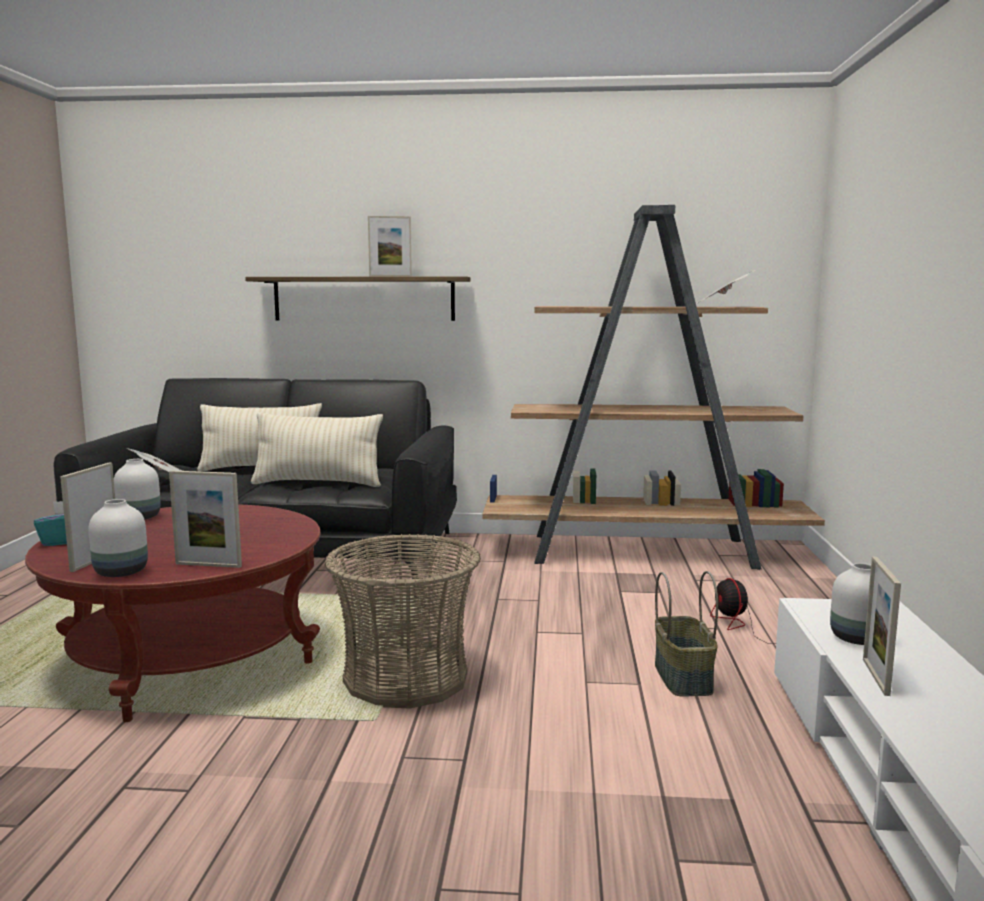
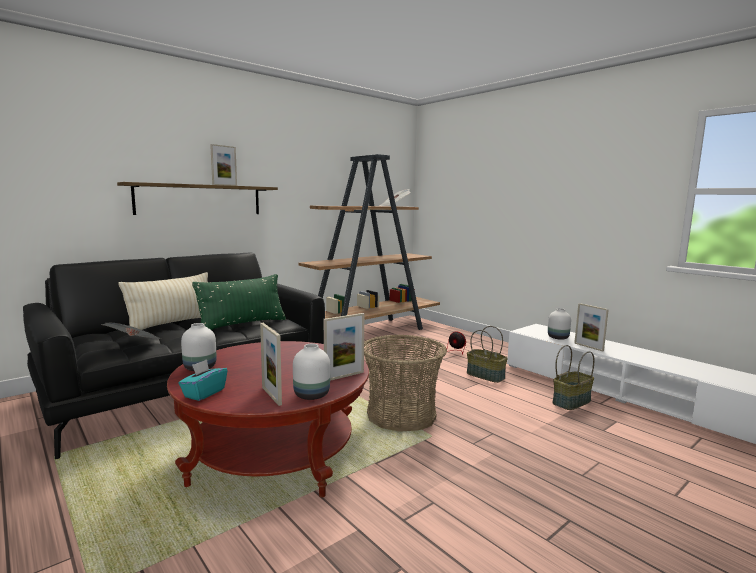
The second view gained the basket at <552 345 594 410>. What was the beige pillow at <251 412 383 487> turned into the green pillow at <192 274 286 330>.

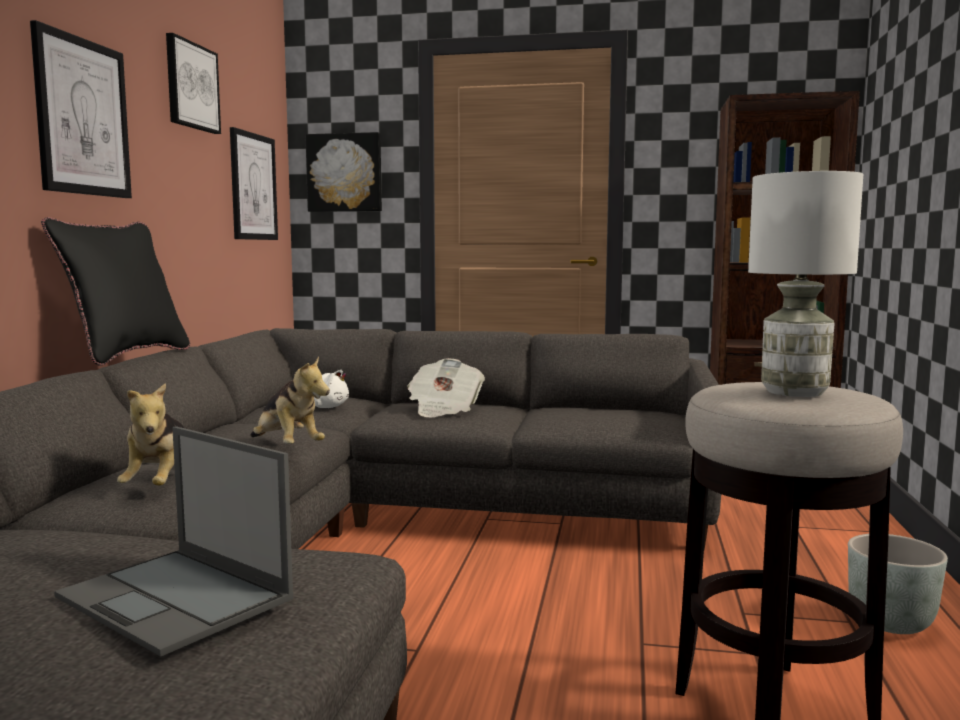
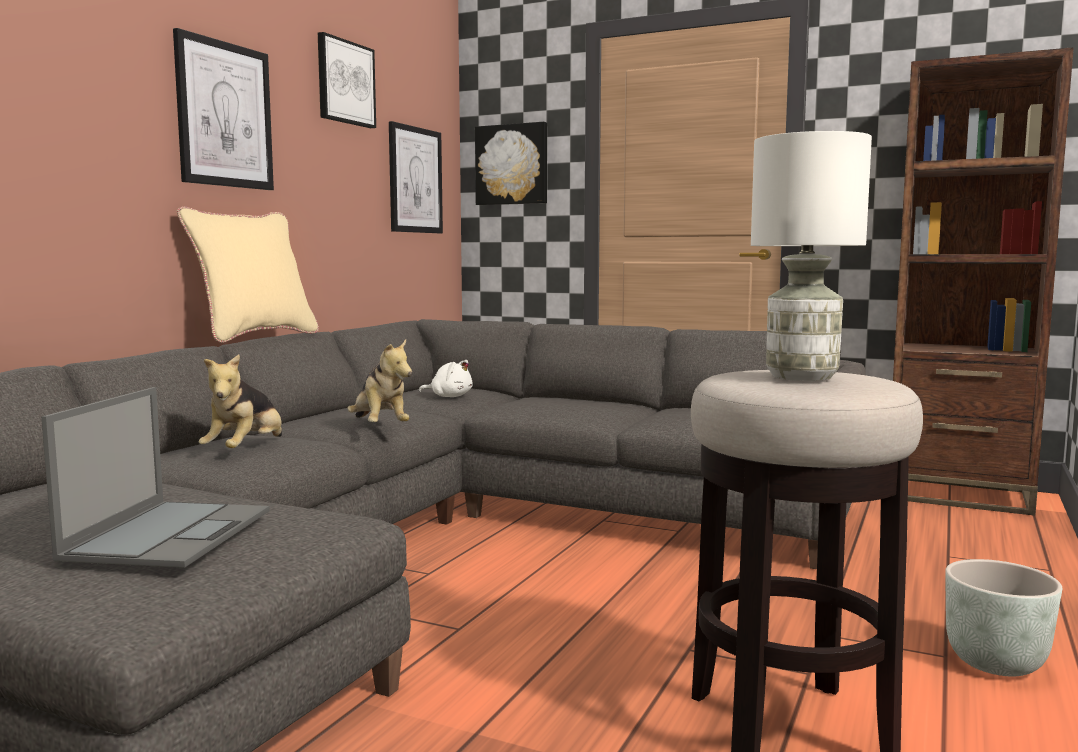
The second view lost the newspaper at <407 358 485 417>. What was the black pillow at <41 217 190 366> turned into the beige pillow at <177 206 319 343>. The laptop at <54 426 293 657> ended up facing another way, 135 degrees counterclockwise from before.

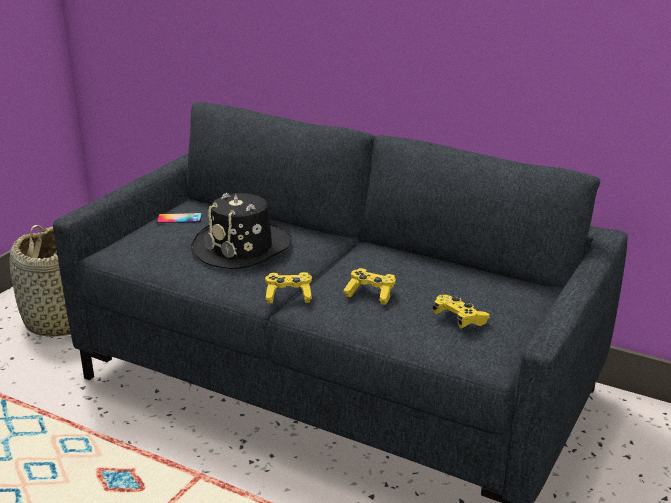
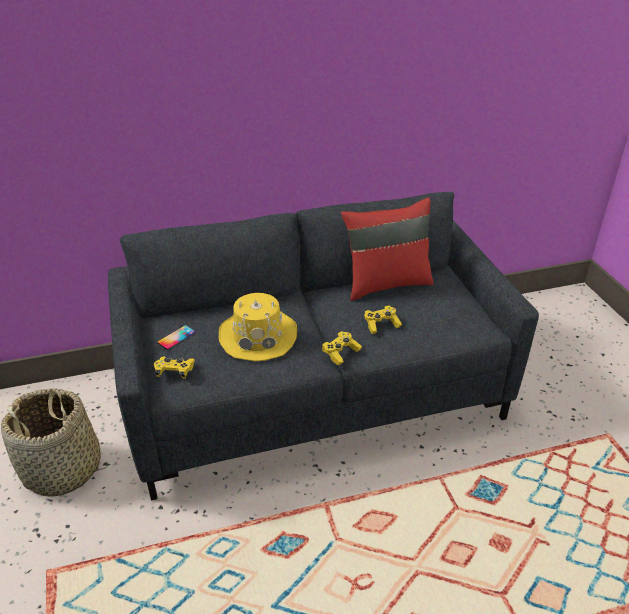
The second view gained the red pillow at <341 197 433 301>. The yellow game controller ended up elsewhere, having gone from <433 295 490 329> to <154 357 195 379>. What was the black hat at <191 193 291 269> turned into the yellow hat at <218 293 297 361>.

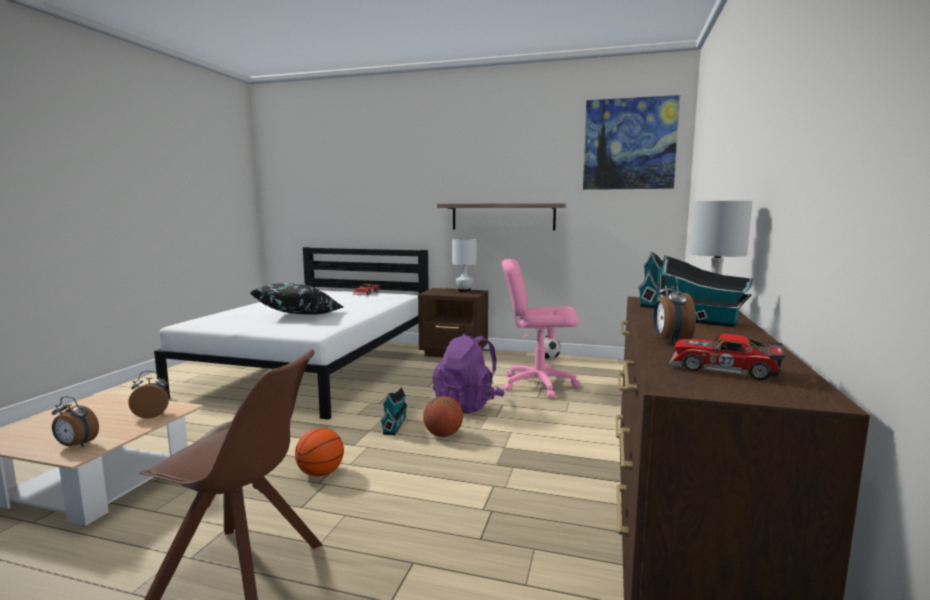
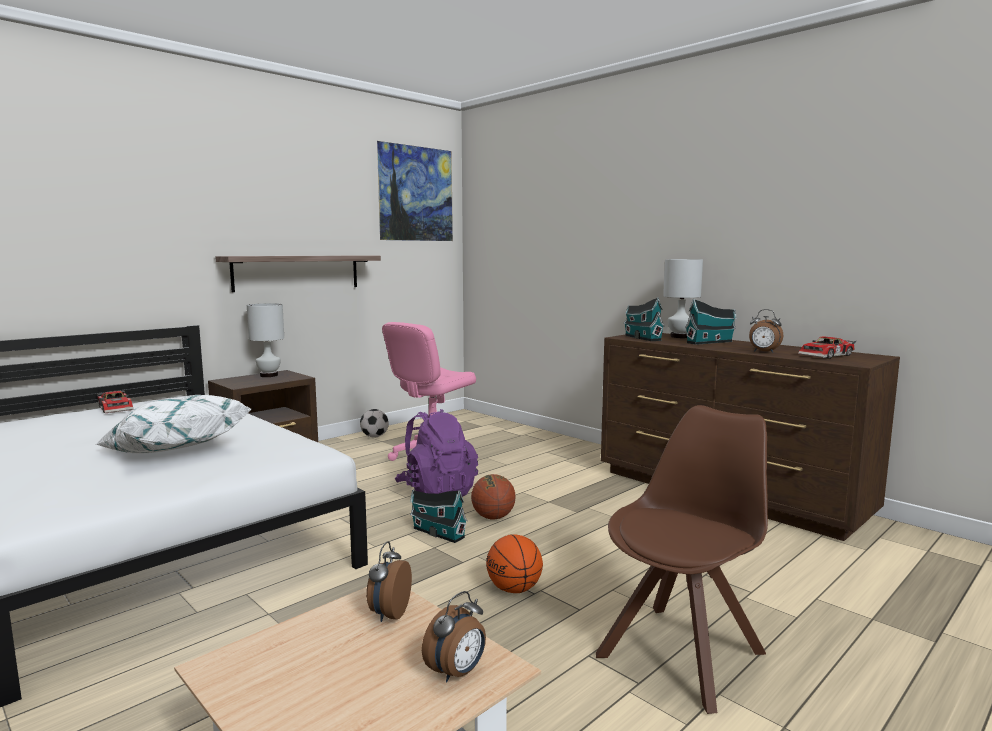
What was the black pillow at <250 283 343 315> turned into the white pillow at <95 395 252 453>.

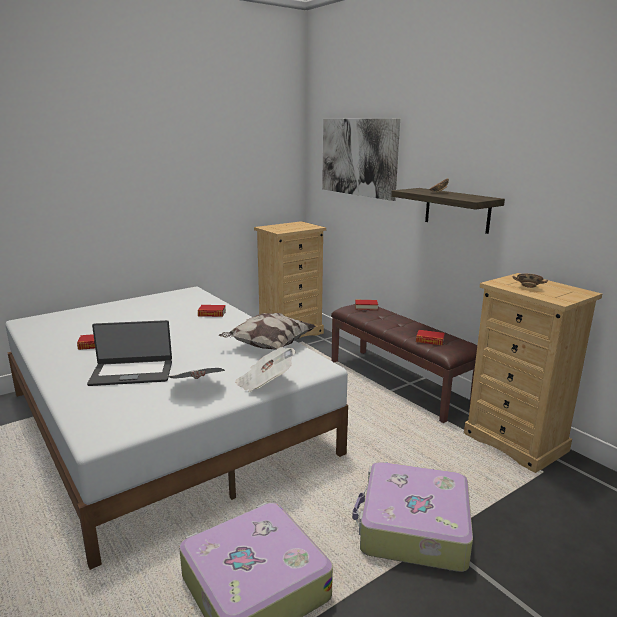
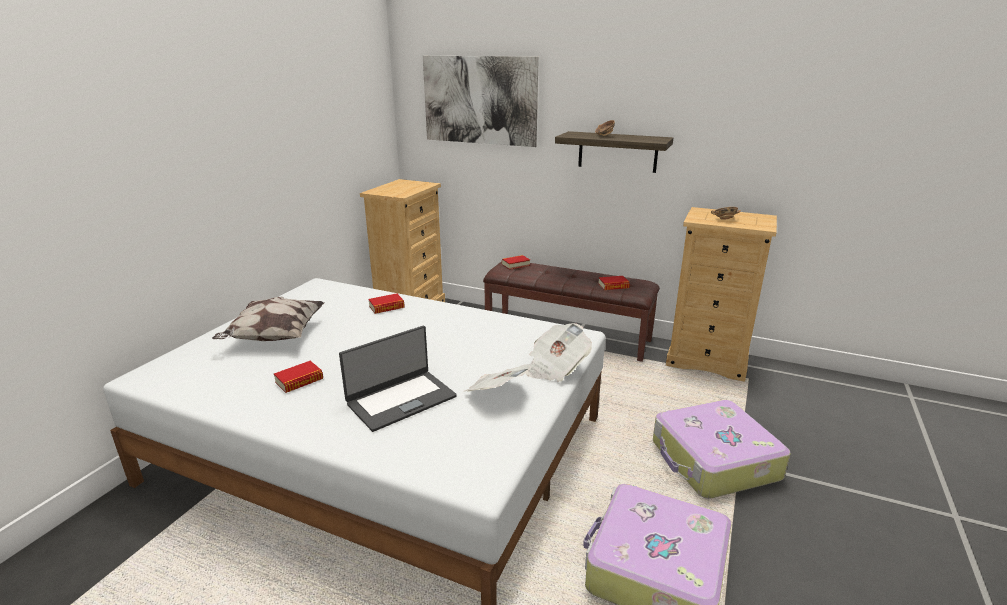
The pillow ended up elsewhere, having gone from <219 313 316 350> to <212 297 325 341>.

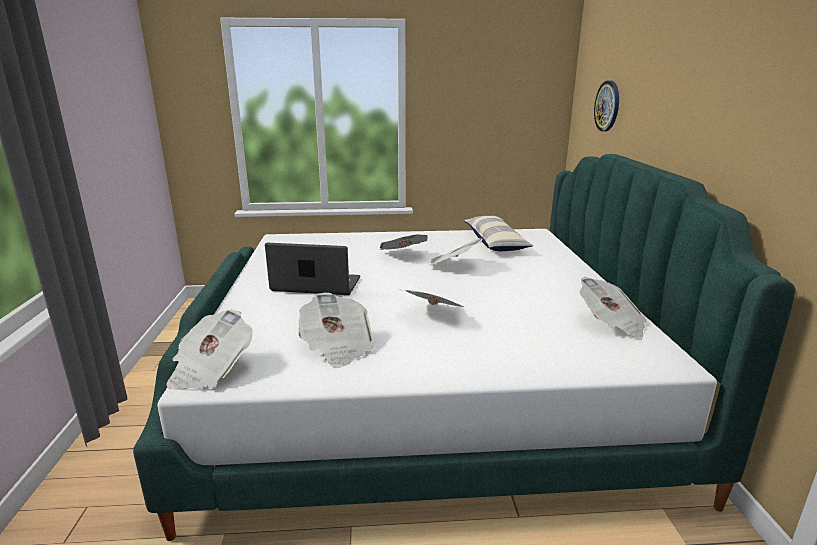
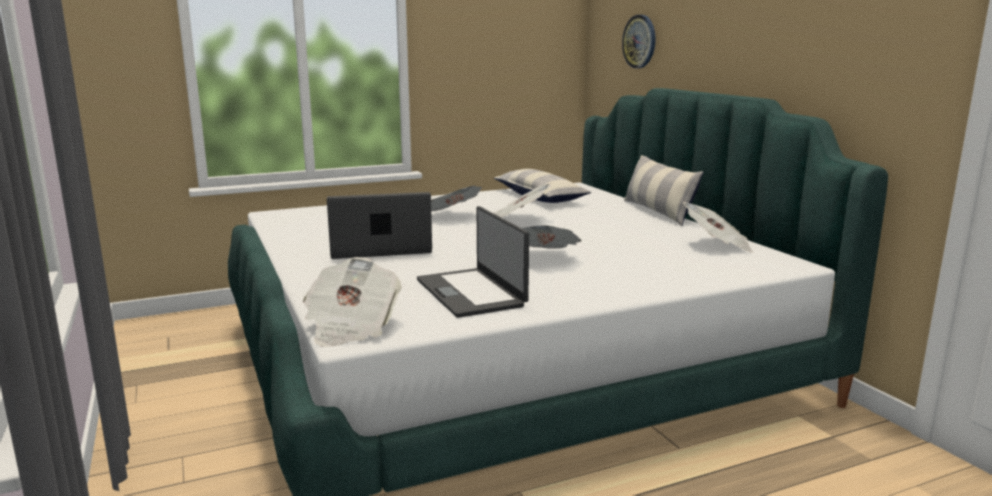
The second view gained the pillow at <624 155 704 226>. Where the newspaper stood at <298 293 374 368>, the laptop came to stand at <417 206 529 318>.

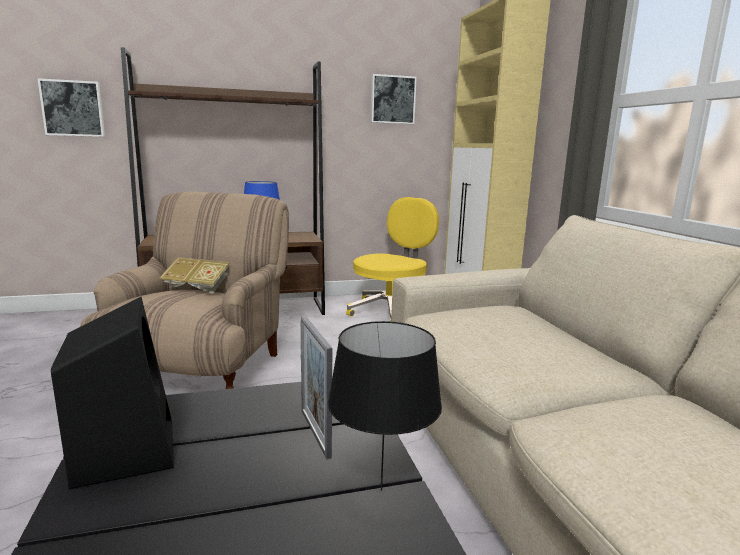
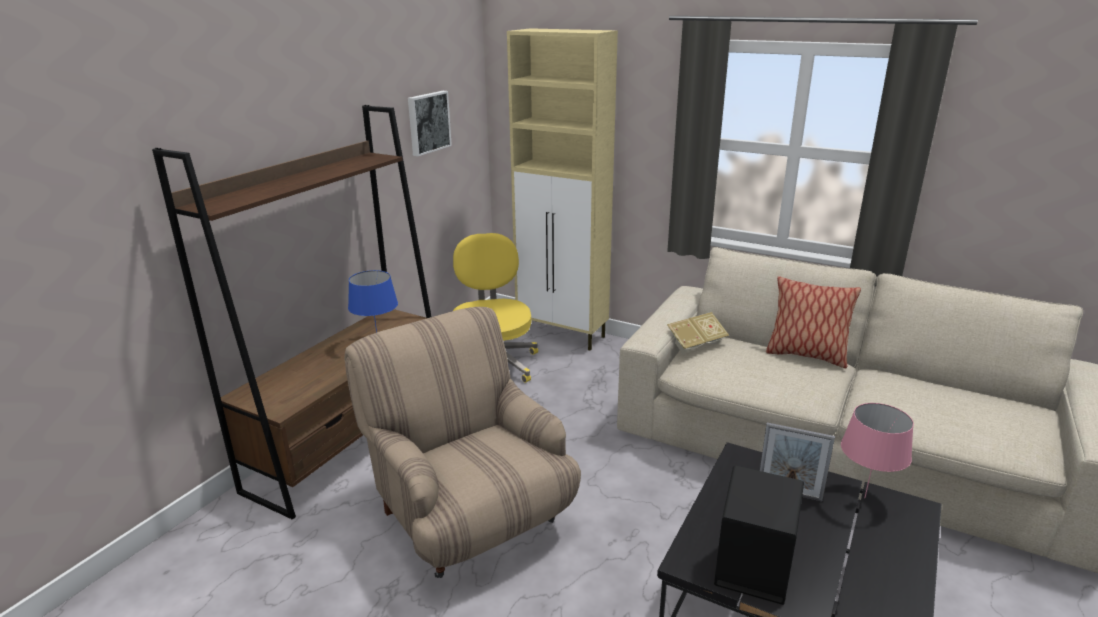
The second view lost the picture at <37 78 105 137>. The second view gained the pillow at <766 276 861 368>. The book ended up elsewhere, having gone from <159 257 229 294> to <667 312 729 354>. What was the black table lamp at <328 321 442 491> turned into the pink table lamp at <841 403 914 498>.

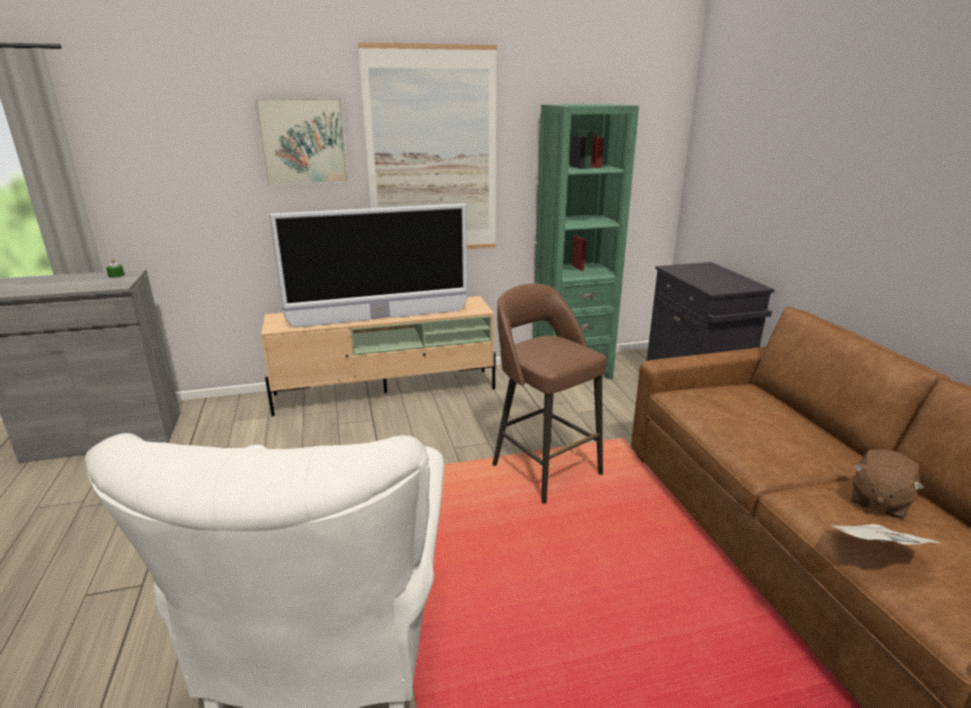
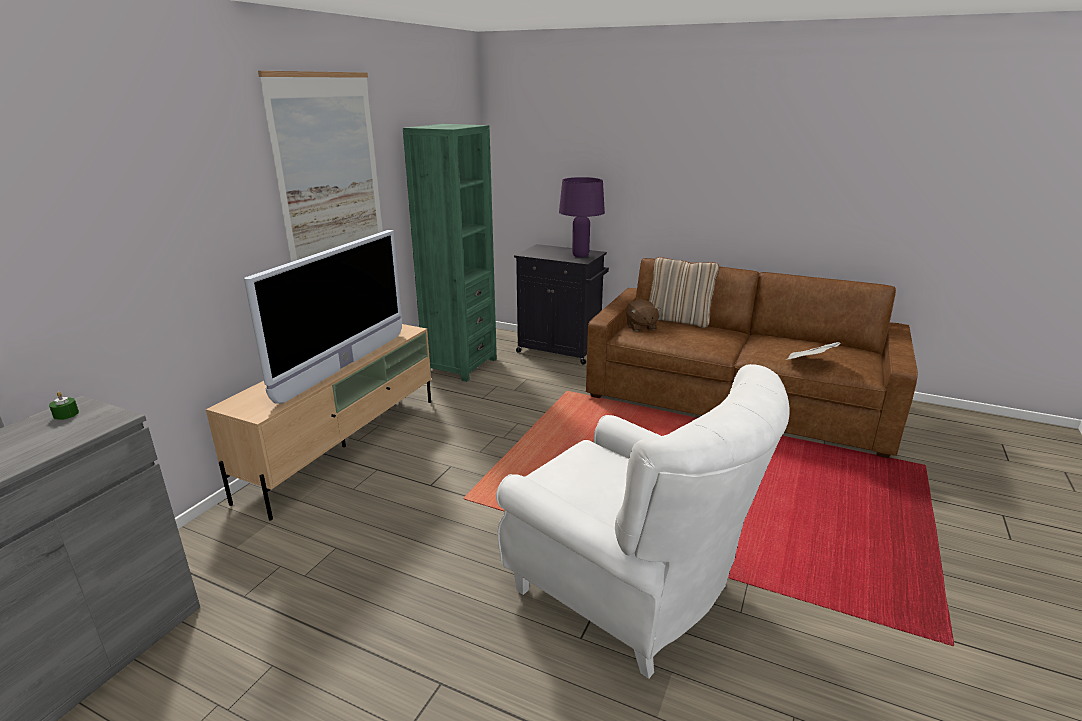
The second view lost the picture at <254 98 349 186>. The second view lost the brown stool at <492 284 606 504>. The second view gained the purple table lamp at <559 177 605 257>. The second view gained the beige pillow at <649 257 719 328>. The brown plush toy ended up elsewhere, having gone from <851 450 924 519> to <626 299 661 332>.

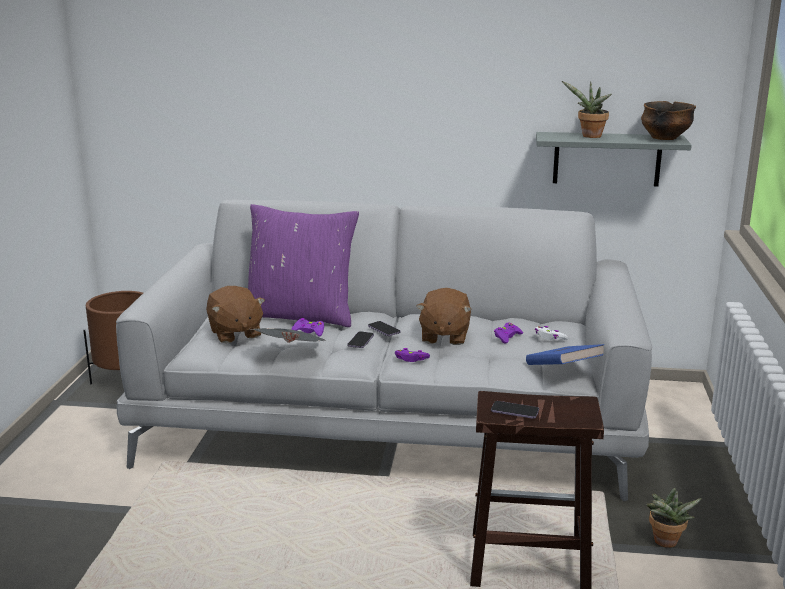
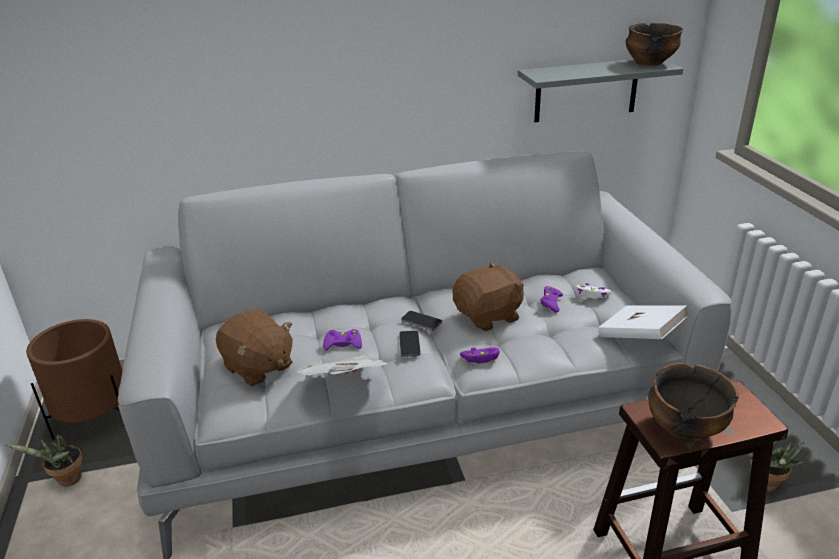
The second view lost the purple pillow at <248 204 359 327>. The potted plant ended up elsewhere, having gone from <562 81 612 138> to <5 435 83 487>. Where the phone stood at <491 401 539 419>, the bowl came to stand at <648 363 739 439>. What was the blue book at <526 344 604 365> turned into the white book at <598 305 688 339>. The brown plush toy at <416 288 472 345> ended up facing another way, 105 degrees counterclockwise from before.

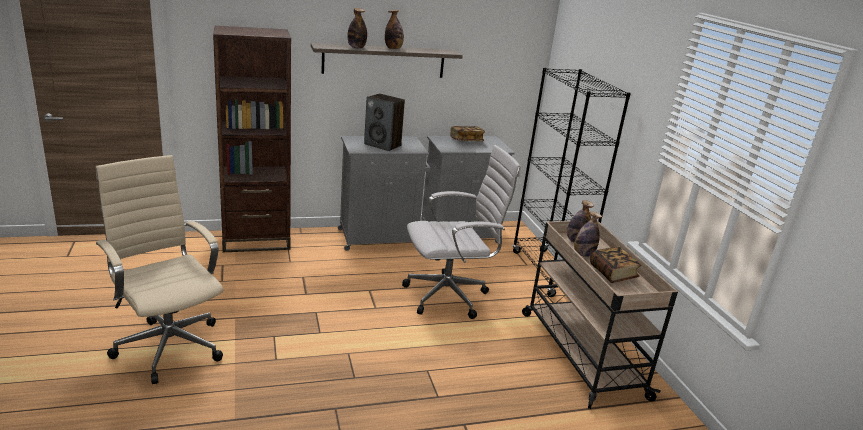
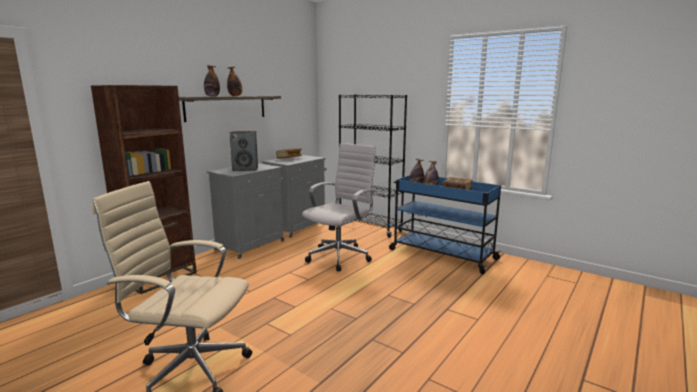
What was the beige cart at <522 220 678 409> turned into the blue cart at <389 175 502 274>.

